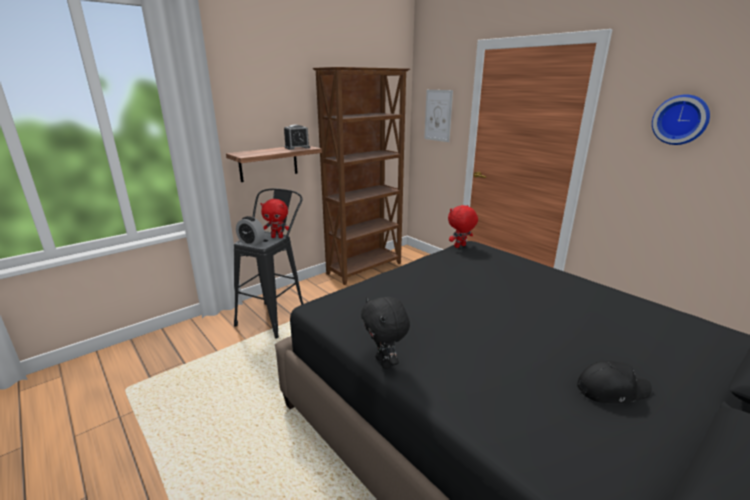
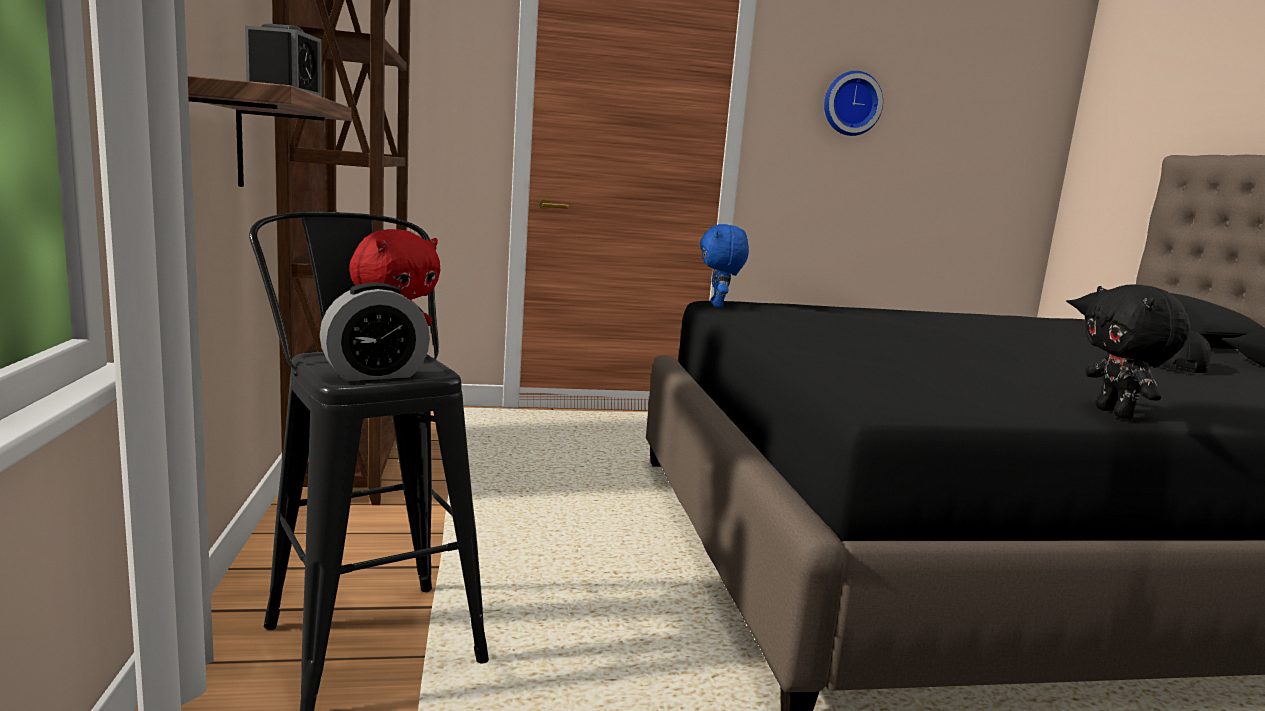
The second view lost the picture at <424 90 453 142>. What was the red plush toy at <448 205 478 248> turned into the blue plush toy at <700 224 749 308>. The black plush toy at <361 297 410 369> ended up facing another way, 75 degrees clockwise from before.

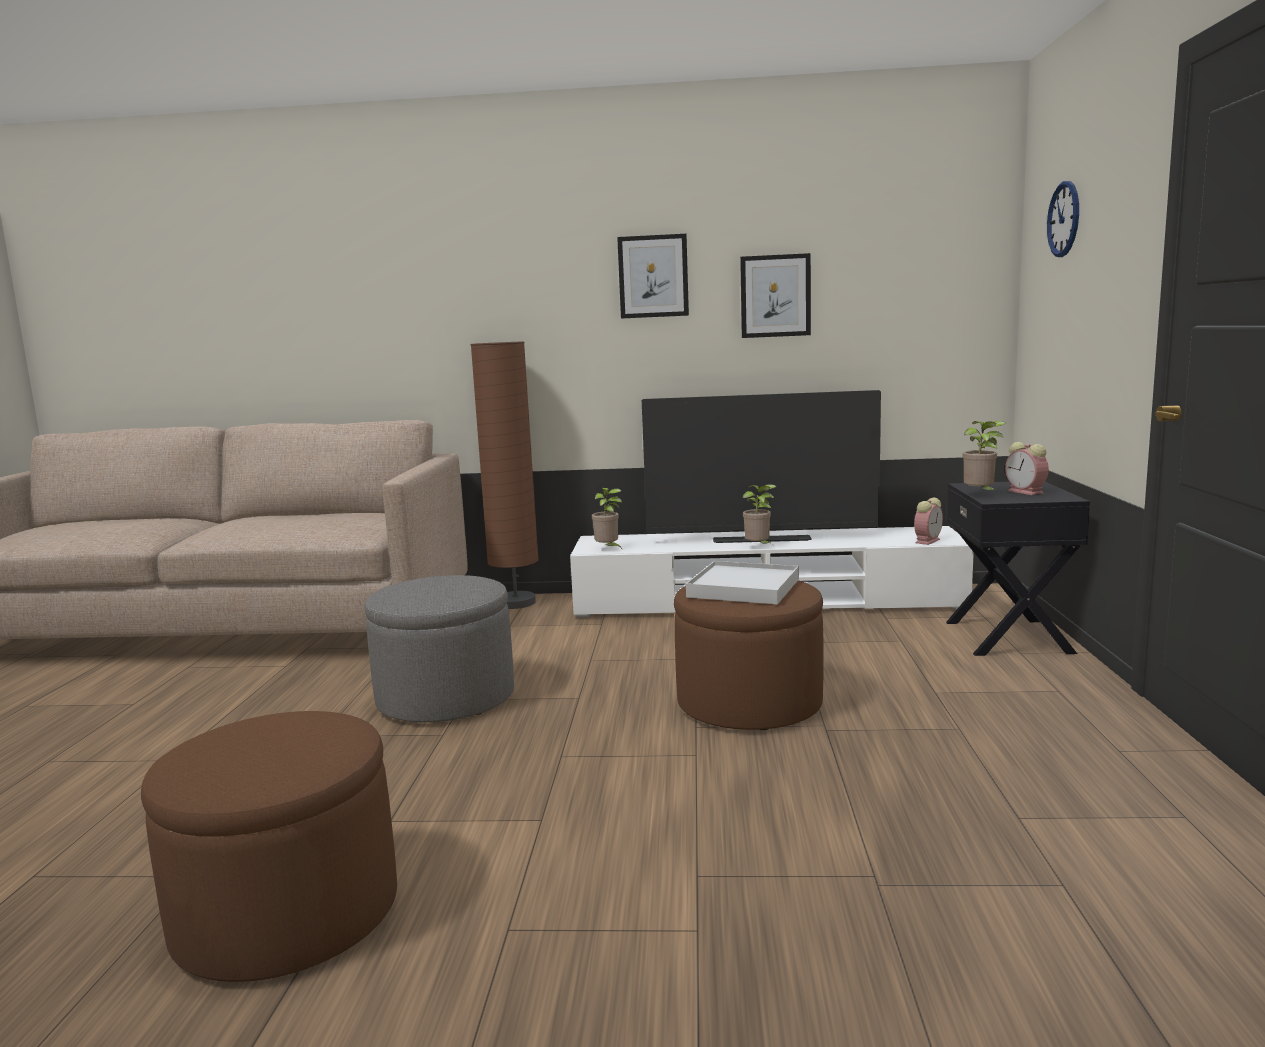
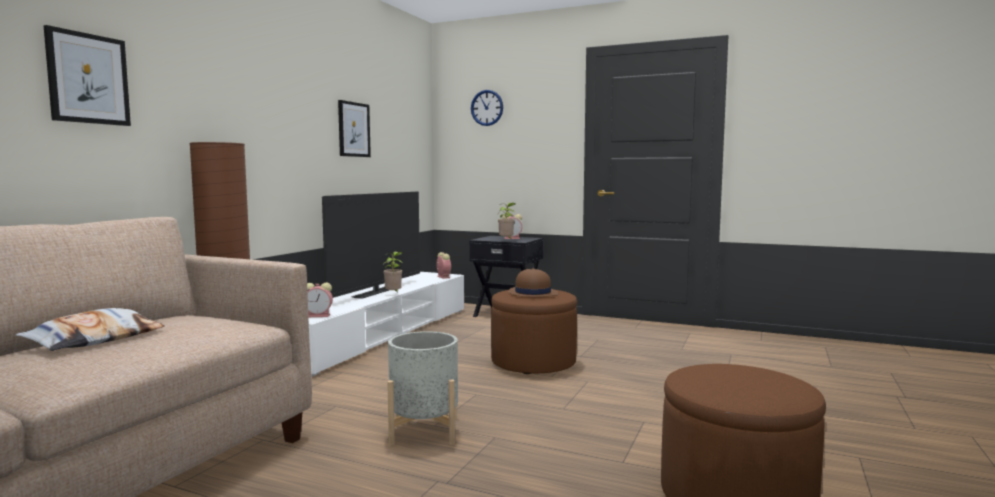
The second view gained the pillow at <16 308 164 351>. The picture ended up elsewhere, having gone from <617 234 689 319> to <43 25 131 126>. Where the grey ottoman stood at <364 575 514 722>, the grey planter came to stand at <387 331 458 446>. Where the potted plant stood at <592 488 622 549>, the alarm clock came to stand at <307 283 333 317>. Where the white tray stood at <686 561 799 605>, the brown hat came to stand at <508 268 558 297>.

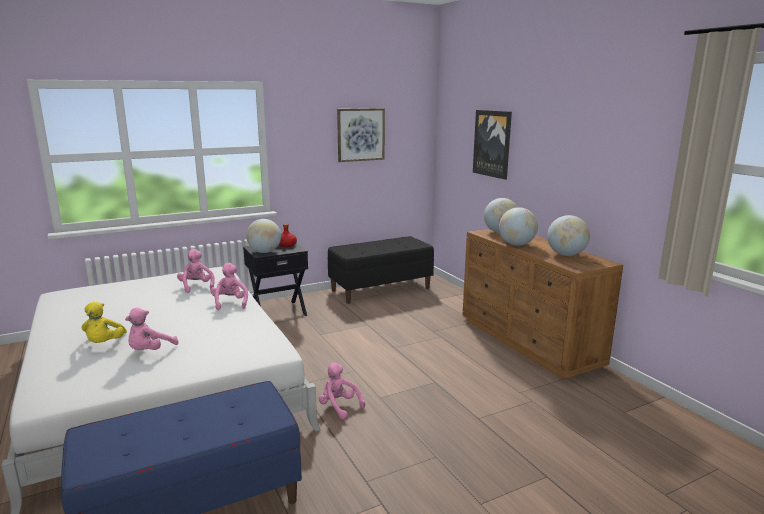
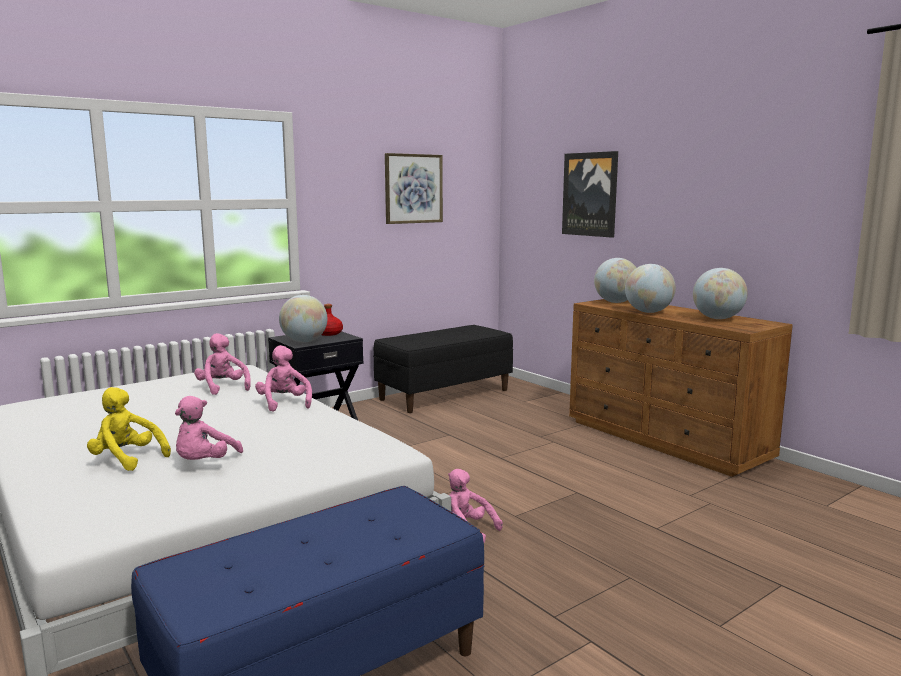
The yellow plush toy at <81 302 127 343> ended up facing another way, 135 degrees clockwise from before.

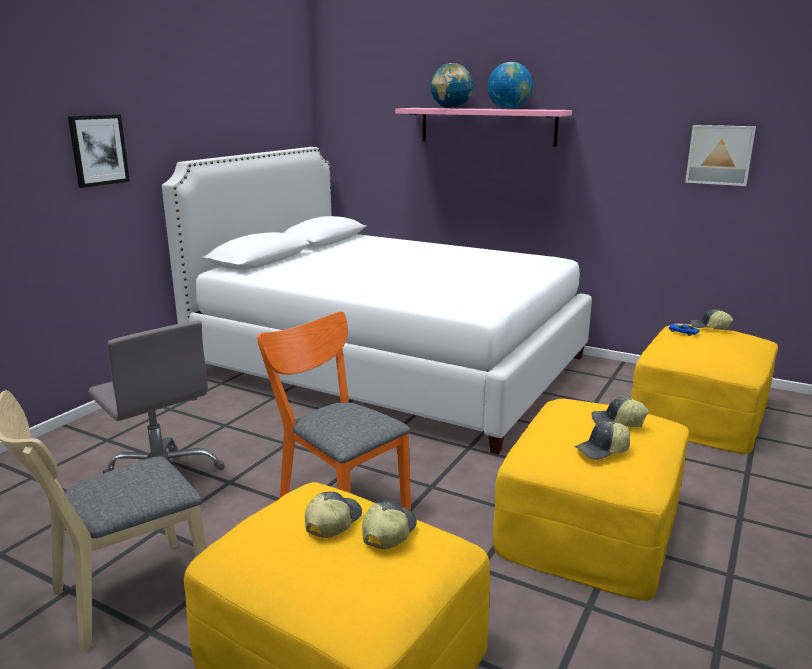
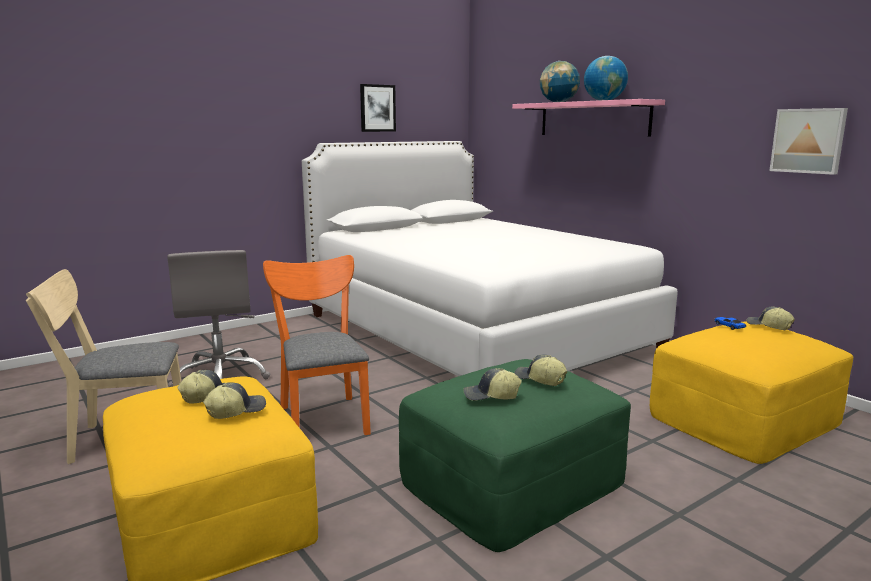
The picture ended up elsewhere, having gone from <68 114 130 188> to <360 84 396 132>. What was the yellow ottoman at <493 399 689 601> turned into the green ottoman at <399 359 631 552>.

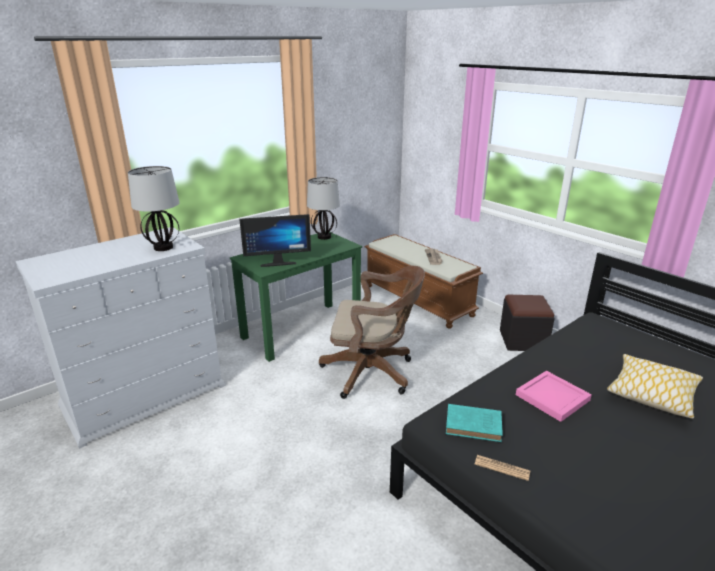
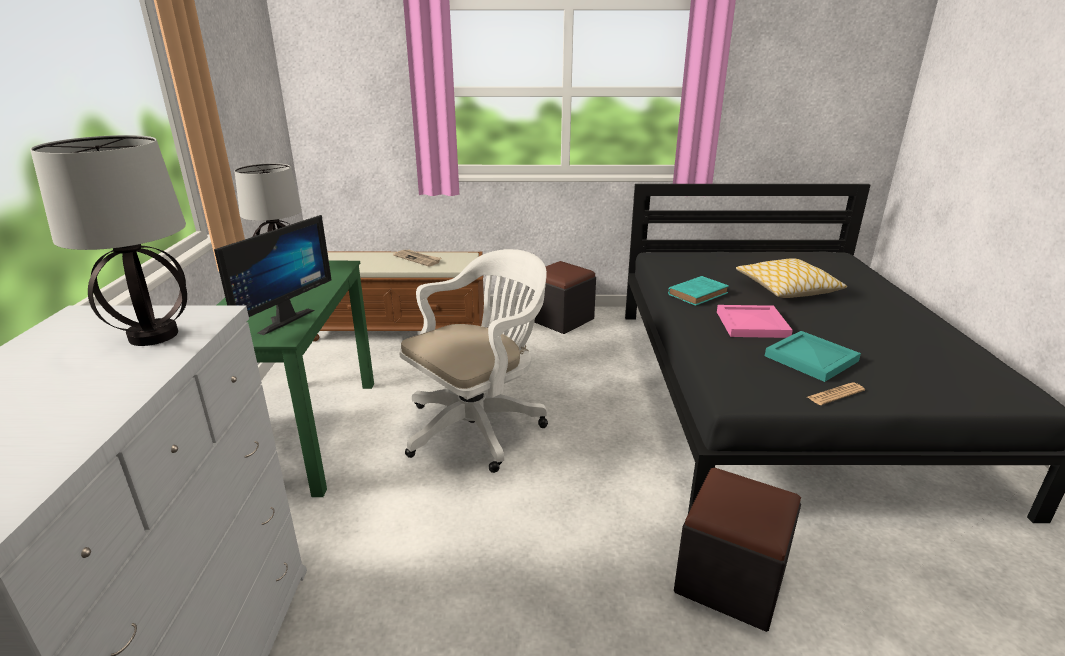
The second view gained the black ottoman at <674 468 801 632>. The second view gained the turquoise tray at <765 331 861 382>. The turquoise book ended up elsewhere, having gone from <446 404 503 442> to <668 276 729 306>. What was the brown office chair at <319 266 425 399> turned into the white office chair at <399 249 548 473>.

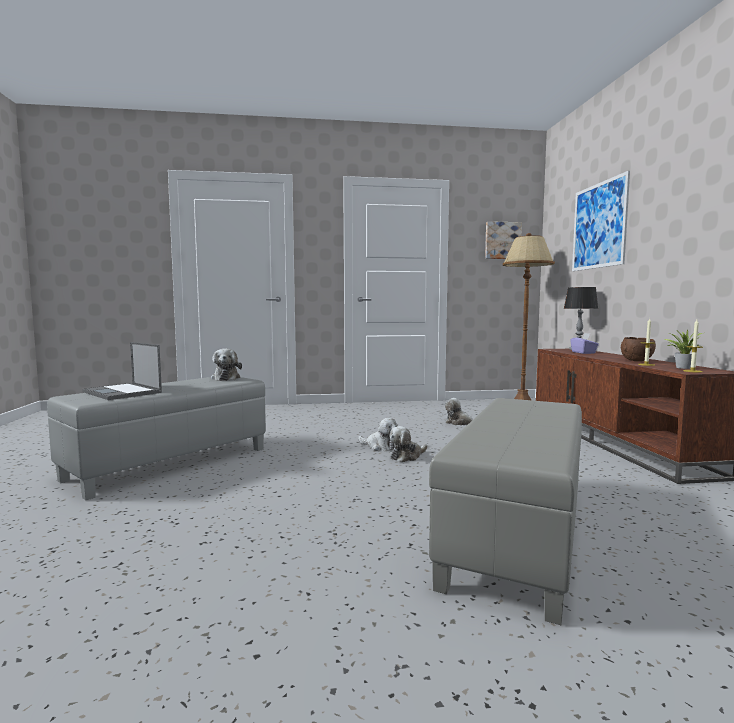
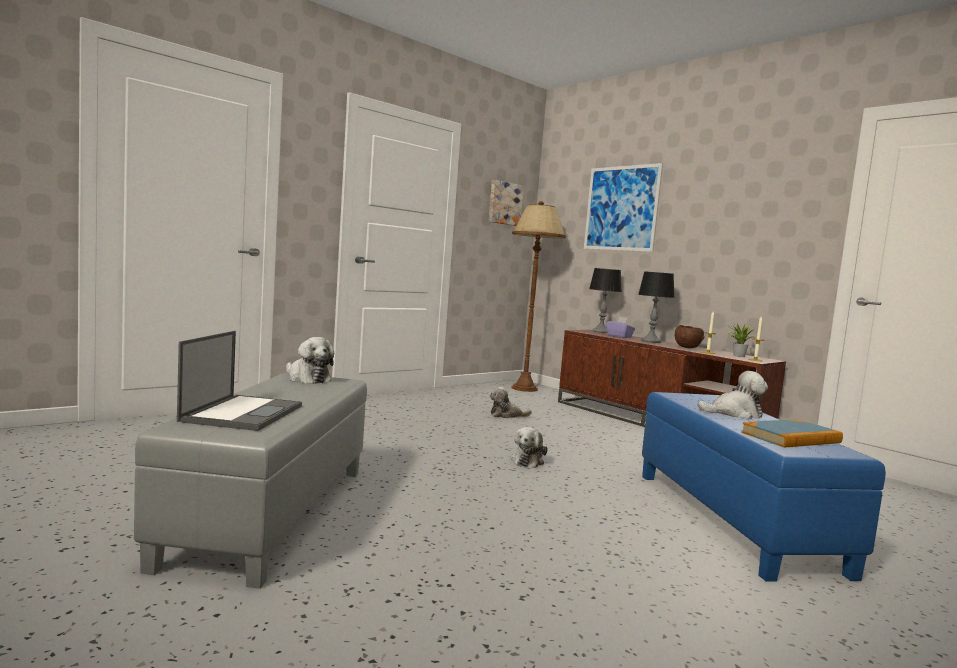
The second view gained the table lamp at <638 271 675 343>. The second view gained the book at <741 420 843 448>. The plush toy ended up elsewhere, having gone from <358 418 398 451> to <697 371 768 419>. What was the grey ottoman at <429 398 582 625> turned into the blue ottoman at <642 392 886 581>. The laptop at <82 342 162 400> ended up facing another way, 90 degrees counterclockwise from before.

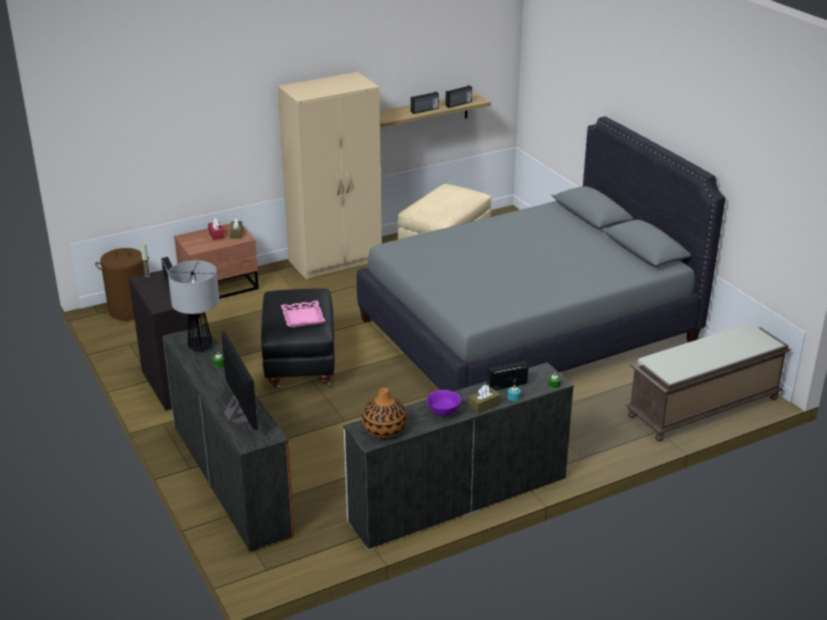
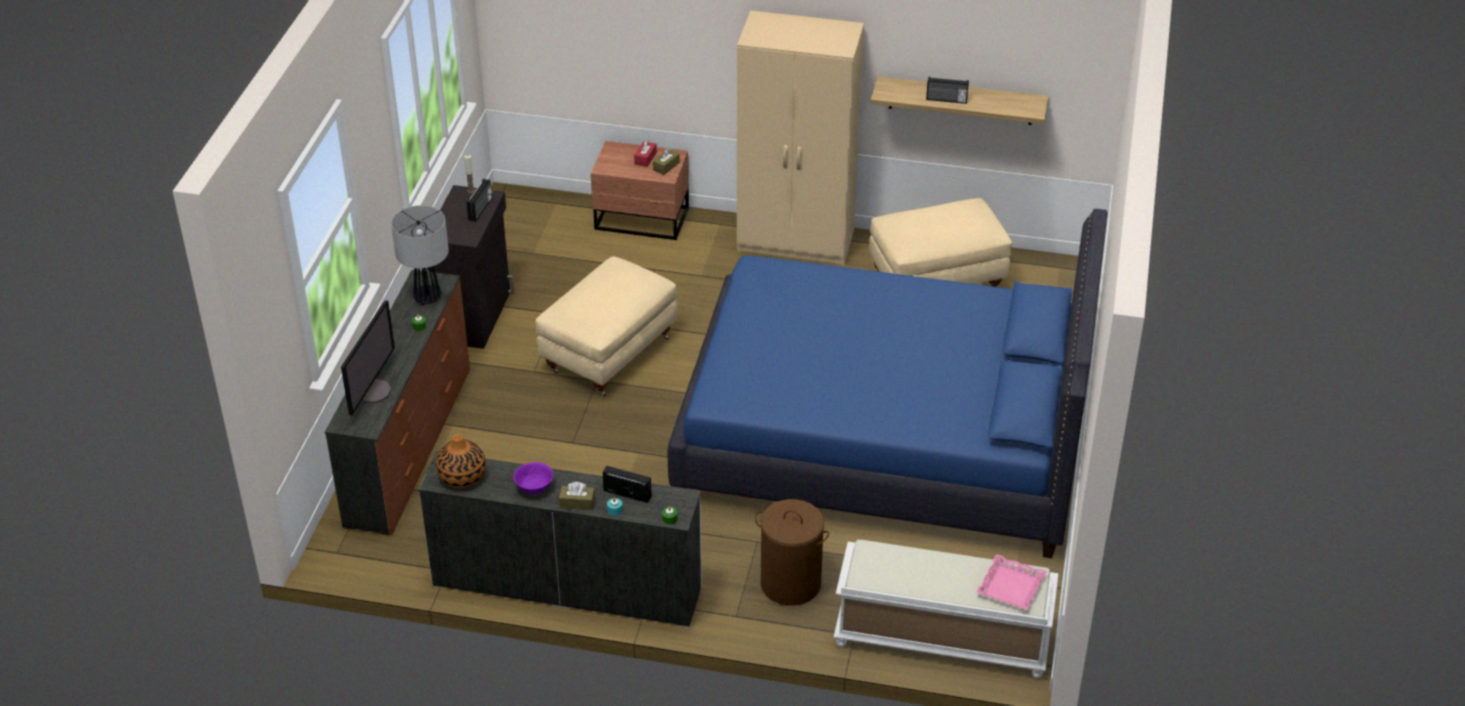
The second view lost the radio at <446 85 472 108>. The brown laundry basket ended up elsewhere, having gone from <95 248 149 321> to <755 499 829 606>. The pink tray ended up elsewhere, having gone from <281 300 325 328> to <976 554 1047 610>. What was the black ottoman at <261 289 335 390> turned into the beige ottoman at <535 256 678 397>. What was the grey bed at <357 116 726 391> turned into the blue bed at <668 209 1108 558>. What was the brown bench at <625 323 791 441> turned into the white bench at <834 540 1059 678>.

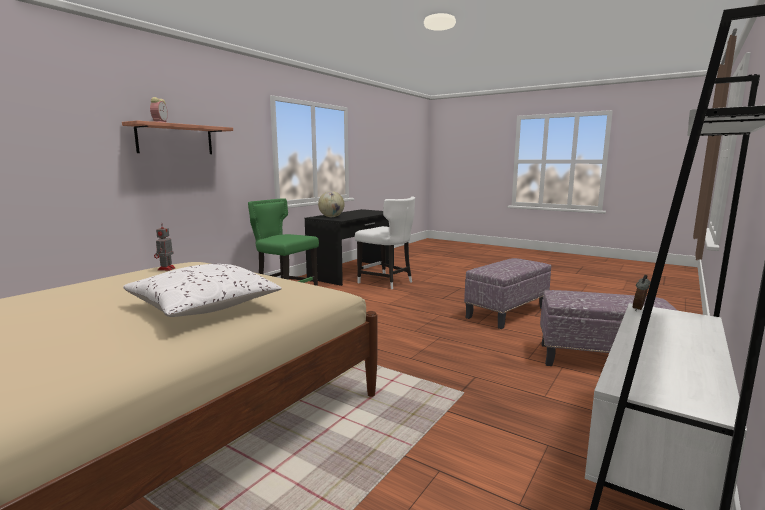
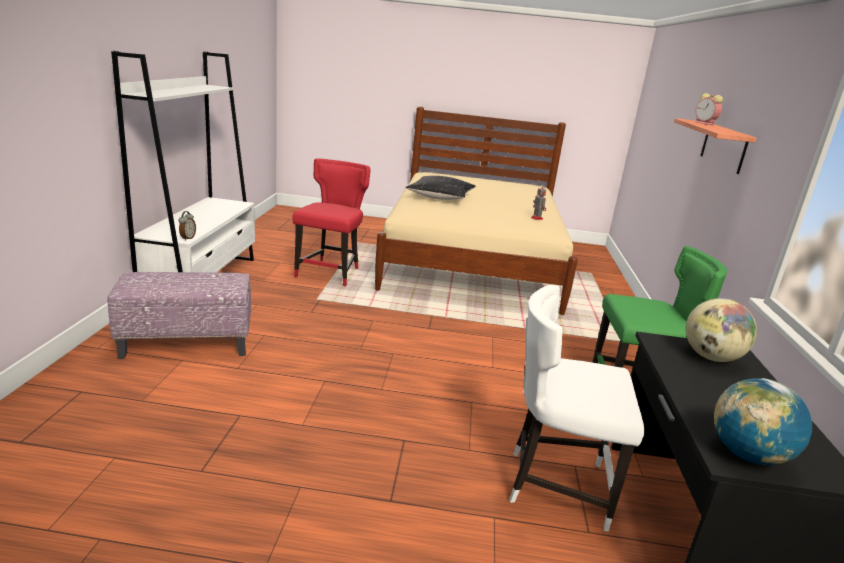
The second view lost the ottoman at <464 258 551 329>. The second view gained the red chair at <293 159 370 286>. The second view gained the globe at <714 378 812 465>. What was the white pillow at <123 264 282 317> turned into the black pillow at <405 176 476 200>.

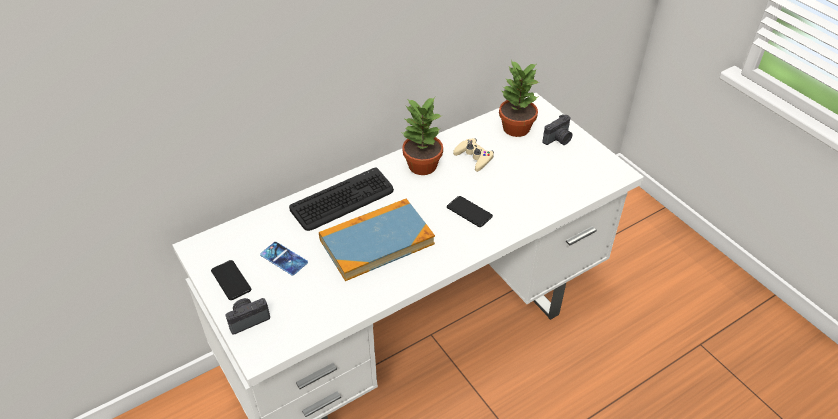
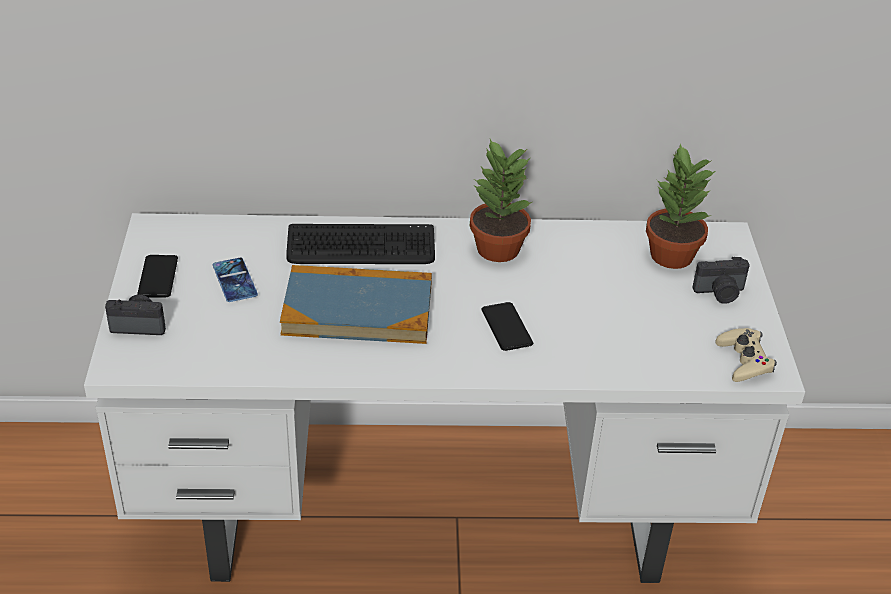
The beige game controller ended up elsewhere, having gone from <453 138 494 172> to <715 328 777 382>.

